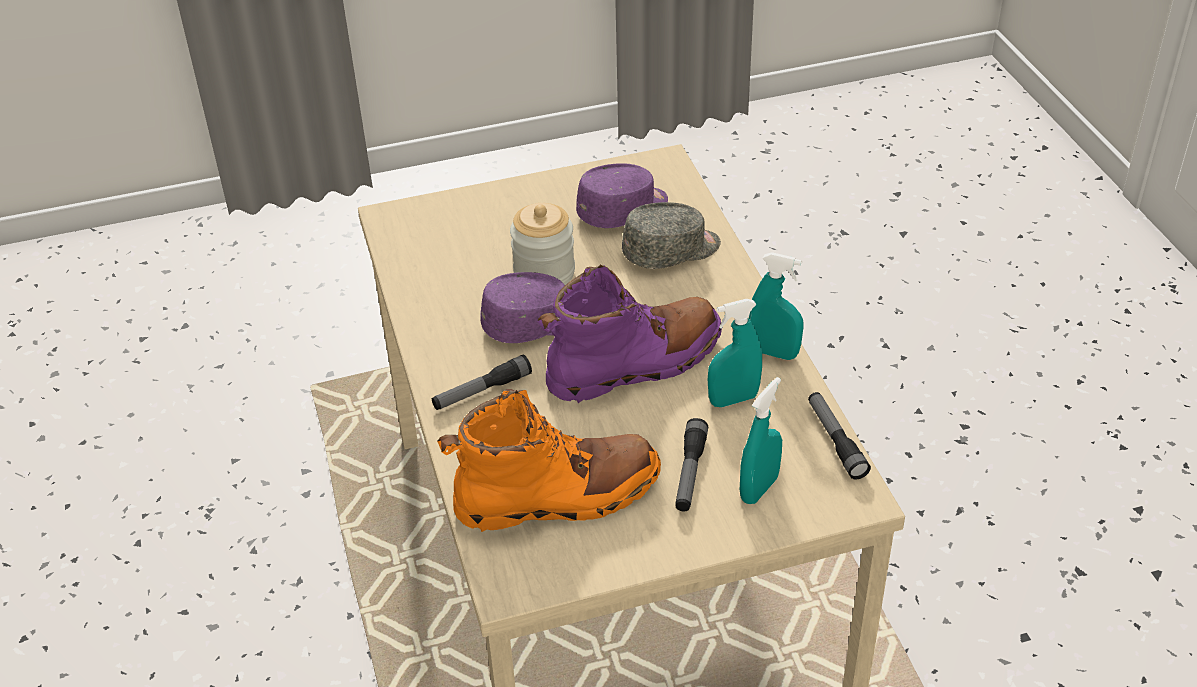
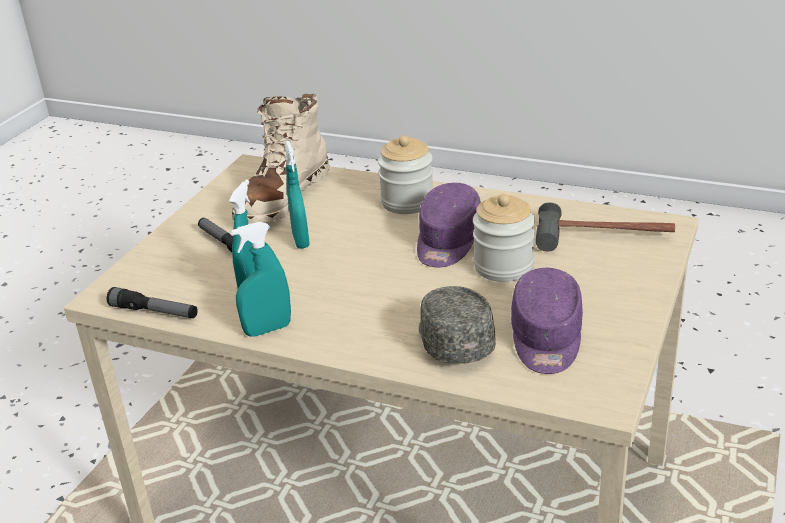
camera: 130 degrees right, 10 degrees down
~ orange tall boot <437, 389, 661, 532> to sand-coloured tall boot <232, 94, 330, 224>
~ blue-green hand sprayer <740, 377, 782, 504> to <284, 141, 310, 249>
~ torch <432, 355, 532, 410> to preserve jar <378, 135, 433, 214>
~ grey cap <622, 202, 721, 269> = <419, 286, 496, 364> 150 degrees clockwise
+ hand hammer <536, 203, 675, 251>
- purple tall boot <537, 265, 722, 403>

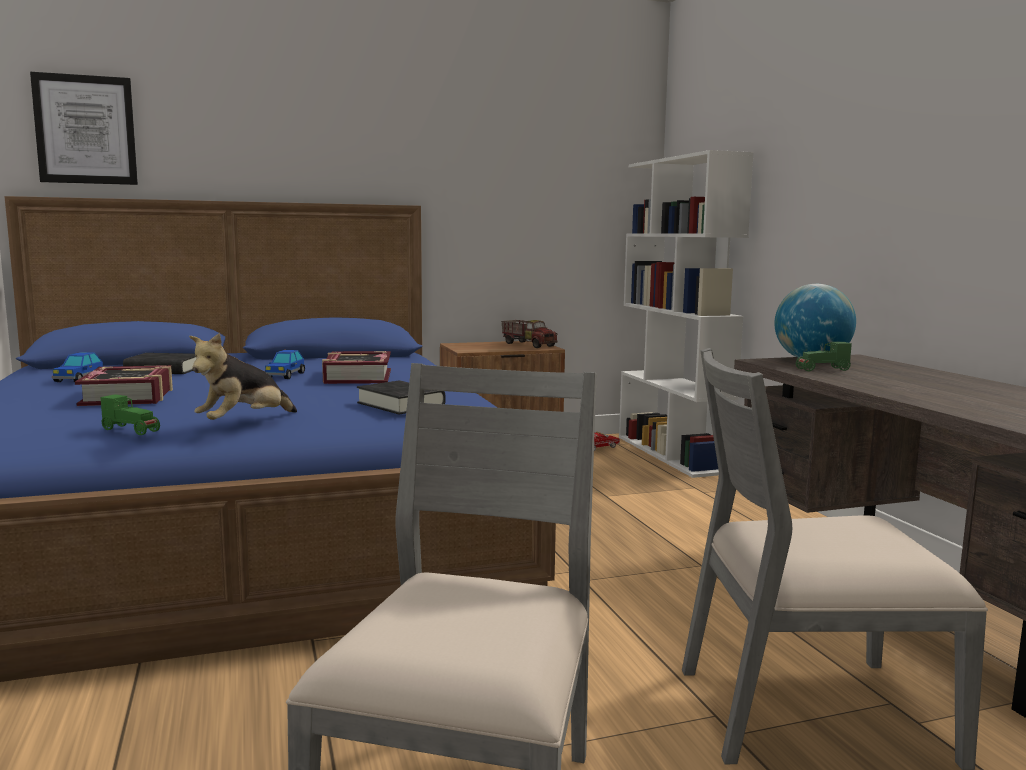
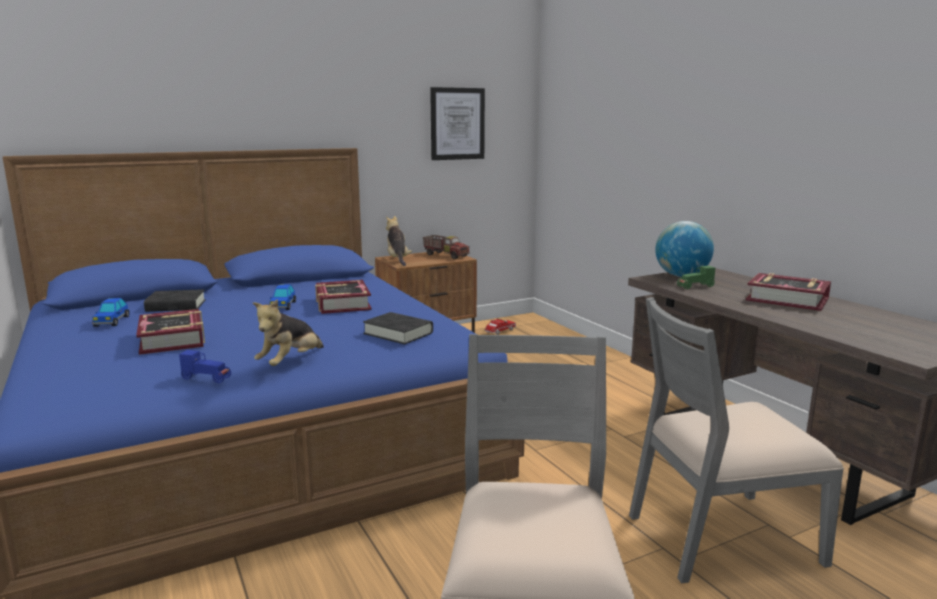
camera: 10 degrees left, 5 degrees up
~ green model car <100, 394, 160, 435> to blue model car <179, 350, 231, 383>
+ soft toy <386, 216, 412, 266>
~ wall art <30, 72, 138, 185> to <430, 87, 485, 160>
+ bound book <746, 273, 831, 311>
- white-coloured shelving unit <619, 150, 754, 478>

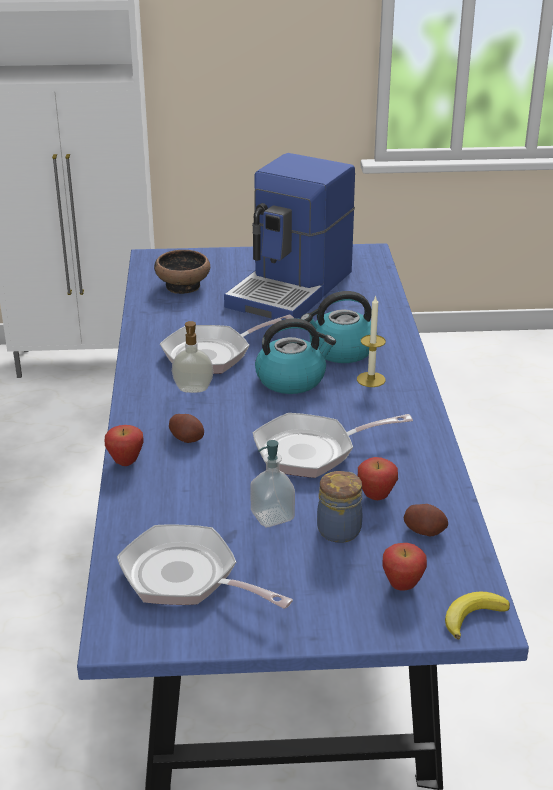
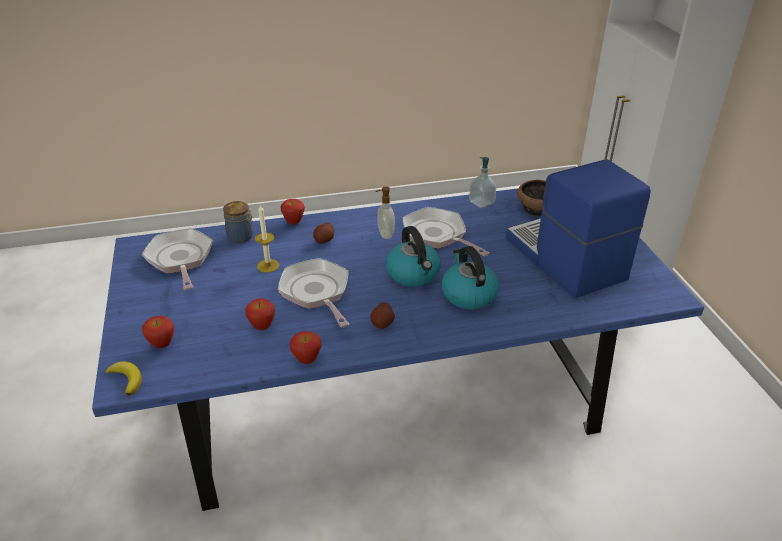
camera: 80 degrees right, 5 degrees up
~ skillet <117, 524, 293, 609> = <142, 228, 213, 290> 45 degrees counterclockwise
~ preserve jar <317, 471, 362, 543> to <223, 201, 255, 243>
~ candle <357, 295, 386, 387> to <255, 205, 279, 273>
+ apple <290, 331, 322, 364>
~ potato <404, 504, 448, 536> to <371, 302, 395, 329>
~ soap dispenser <250, 440, 295, 527> to <469, 157, 496, 208>
~ coffee brewer <224, 153, 355, 320> = <506, 159, 651, 299> 45 degrees clockwise

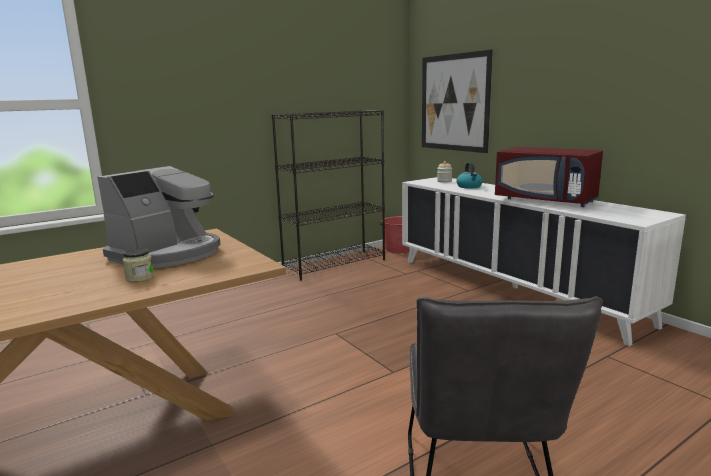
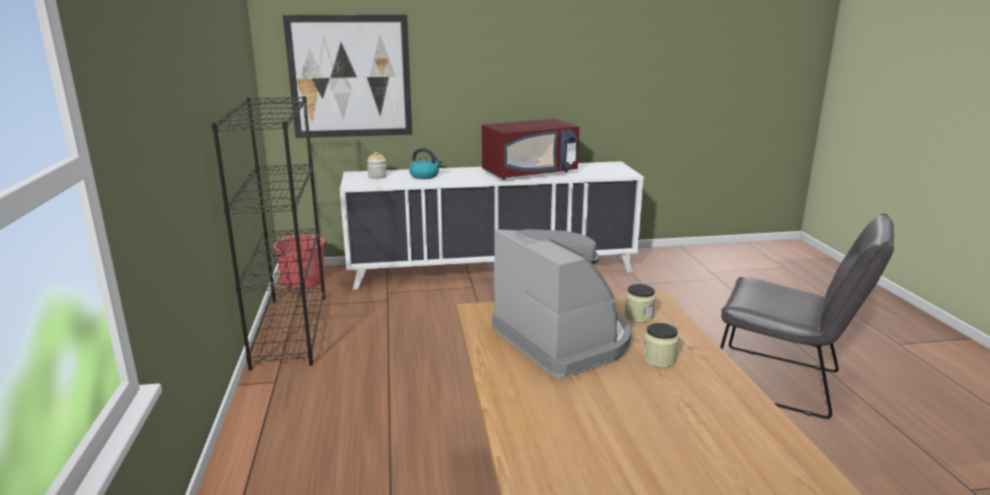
camera: 65 degrees left, 5 degrees up
+ preserve jar <625, 284, 655, 323>

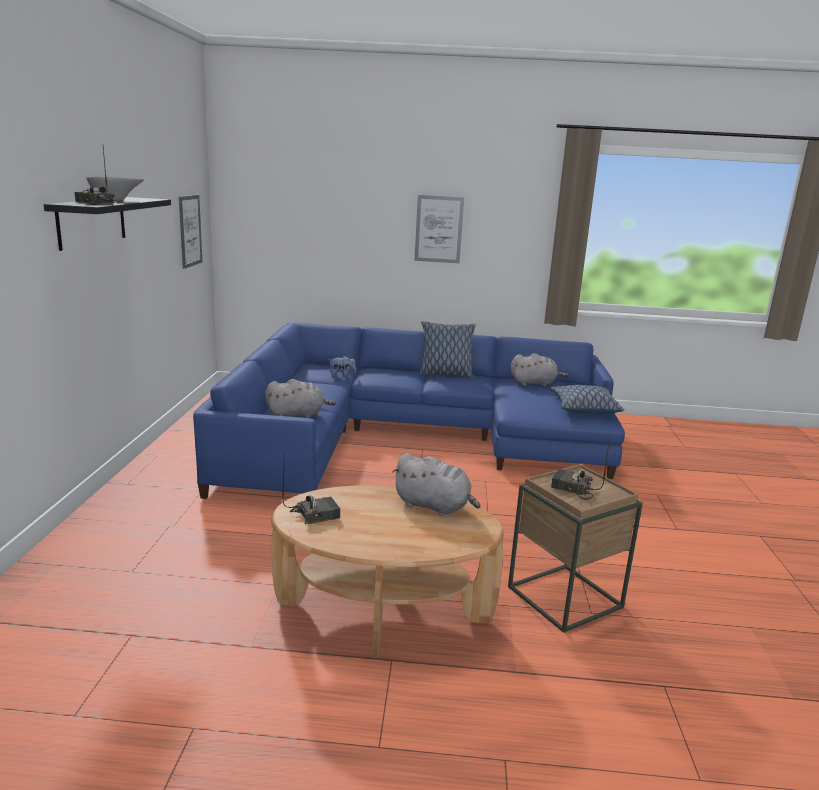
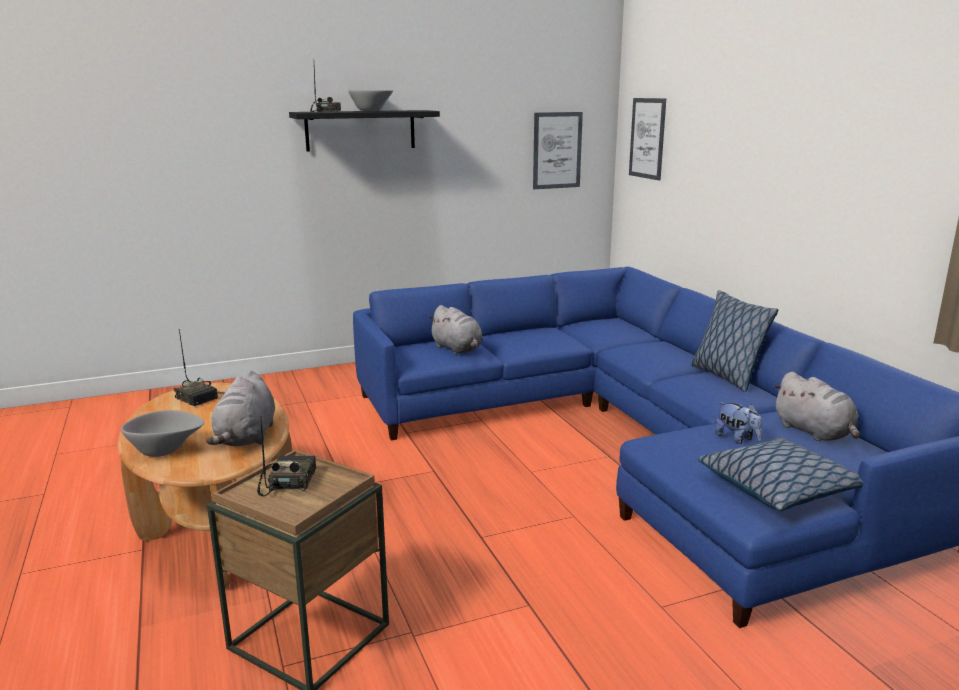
camera: 65 degrees right, 0 degrees up
+ grey deep dish <121, 410, 204, 457>
~ wall art <414, 195, 464, 263> to <629, 98, 666, 180>
~ soft toy <329, 355, 356, 378> to <715, 402, 762, 444>

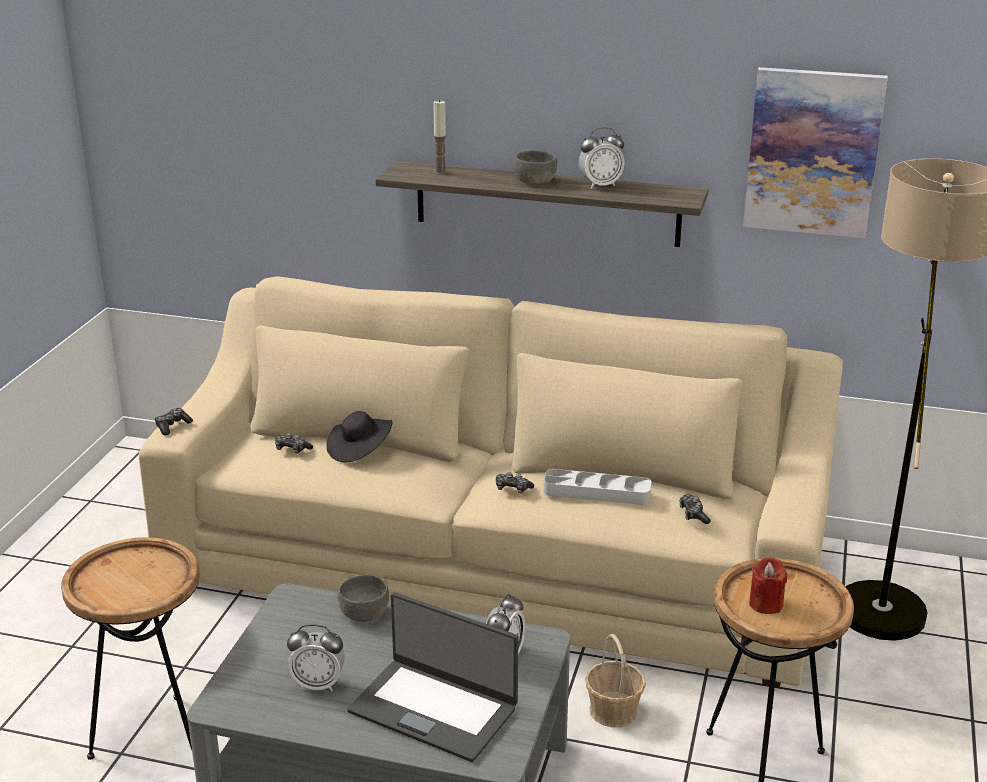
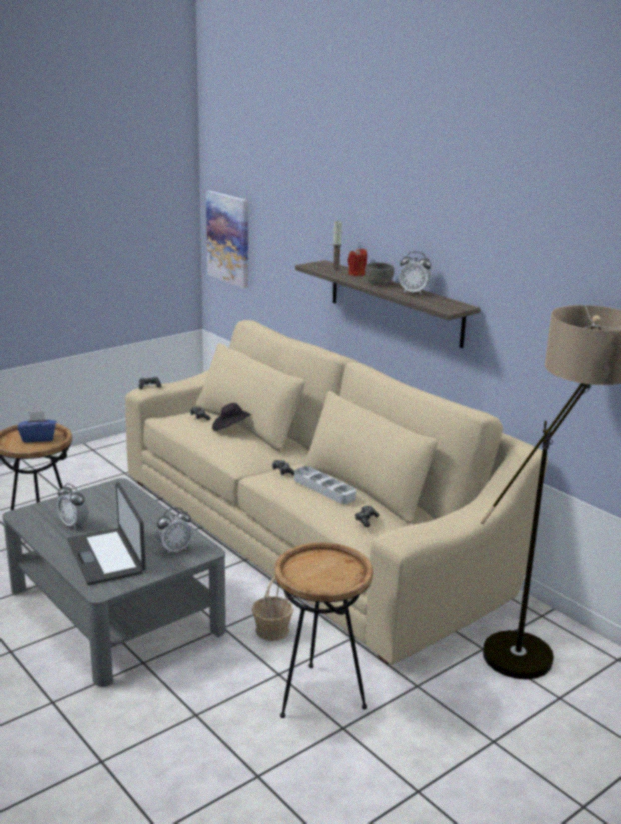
camera: 35 degrees right, 5 degrees down
+ blue box of tissues <17, 411, 56, 442>
~ wall art <743, 67, 888, 238> to <206, 191, 248, 288>
~ reddish candle <749, 557, 787, 614> to <348, 248, 367, 276>
- grey deep dish <338, 575, 389, 622>

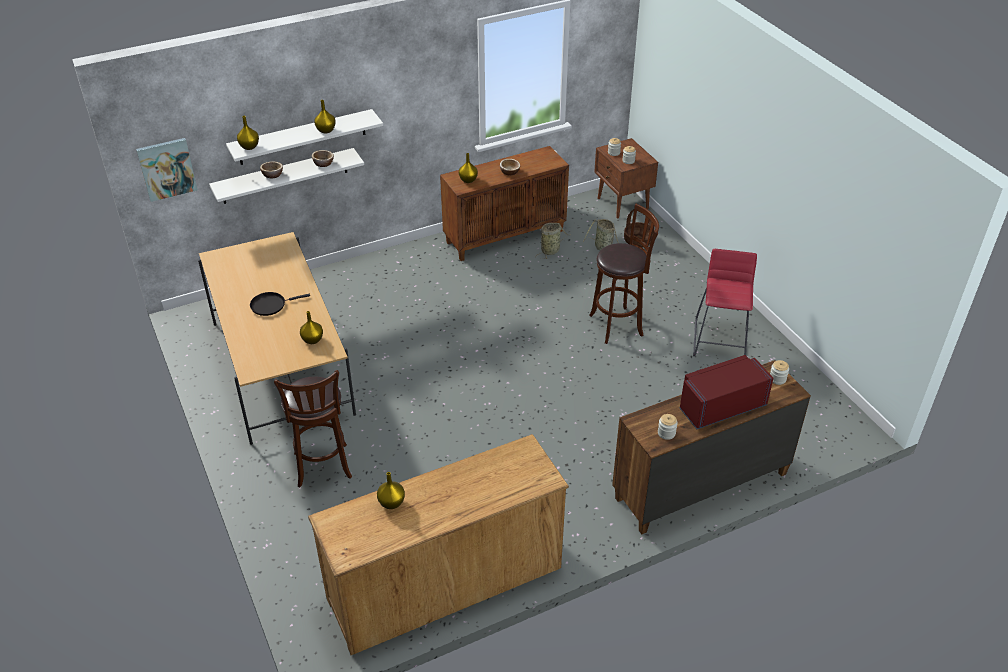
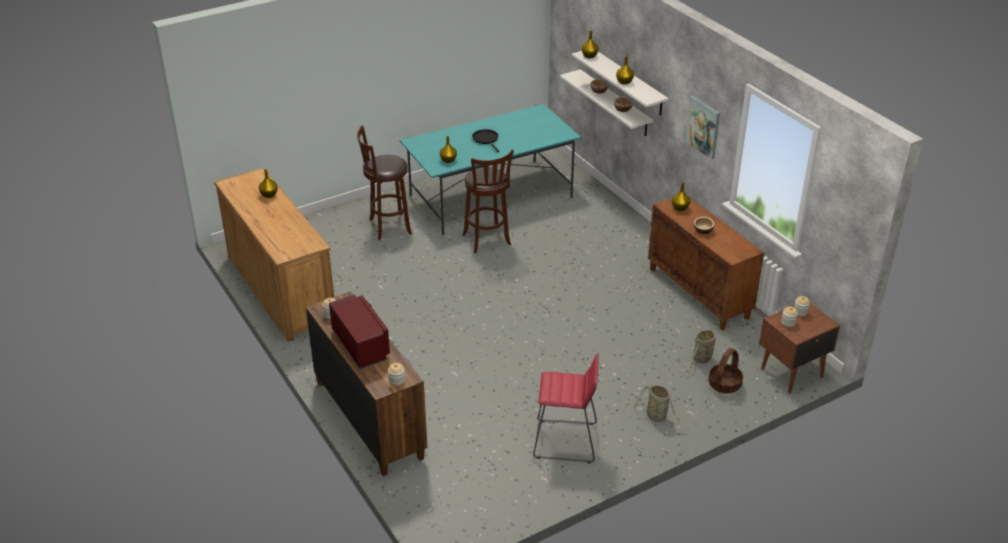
camera: 85 degrees right, 5 degrees down
~ sand-coloured kitchen table <198, 232, 356, 445> to blue-green kitchen table <400, 104, 581, 235>
~ brown stool <589, 204, 659, 344> to <462, 149, 514, 254>
~ household basket <536, 223, 571, 259> to <633, 385, 686, 427>
~ wall art <136, 138, 198, 202> to <685, 96, 720, 160>

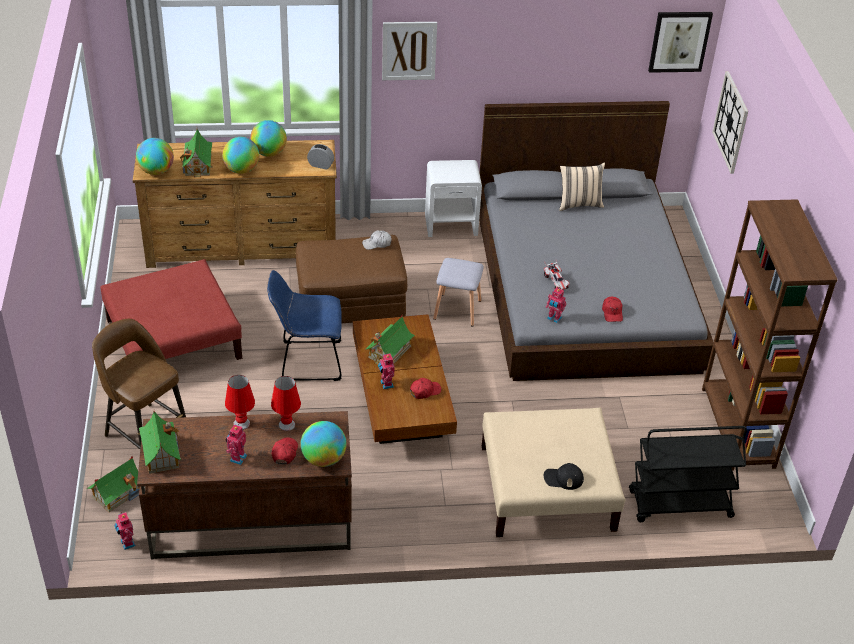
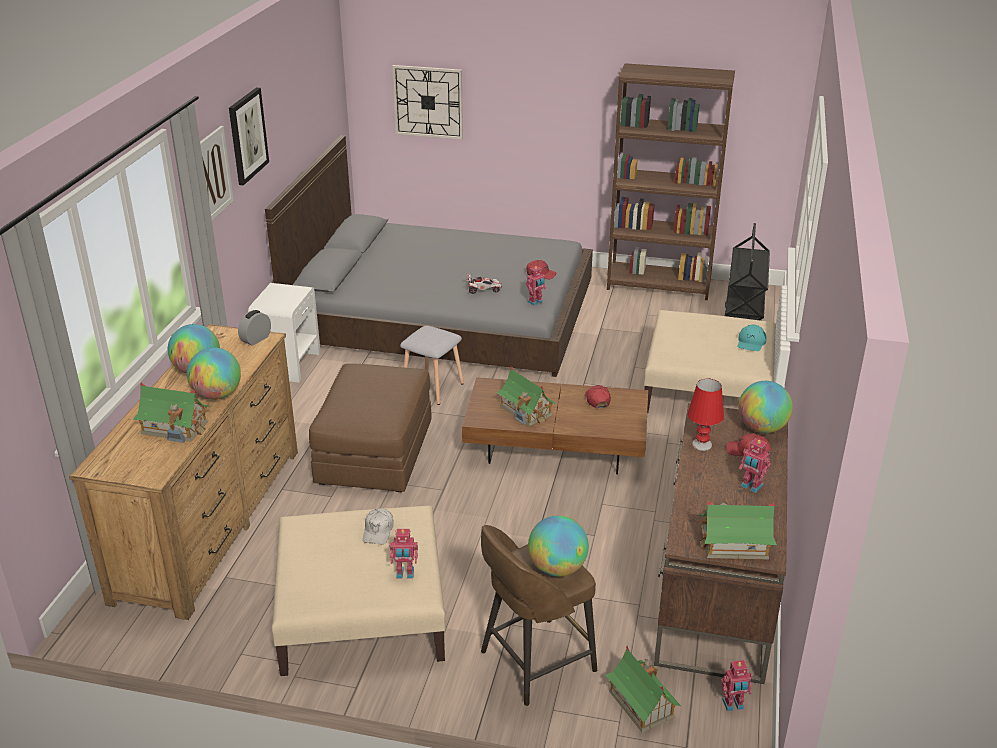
camera: 70 degrees left, 10 degrees down
~ wall art <648, 12, 713, 73> to <229, 88, 269, 186>
~ reddish ottoman <100, 259, 242, 360> to sand-coloured ottoman <272, 505, 446, 676>
~ white-coloured cap <362, 231, 392, 250> to <363, 508, 393, 544>
~ model robot <378, 352, 394, 389> to <389, 529, 418, 578>
~ desk globe <136, 138, 174, 175> to <528, 515, 589, 577>
~ black cap <544, 463, 584, 490> to blue-green cap <737, 325, 767, 351>
- reddish table lamp <225, 375, 255, 430>
- blue upright chair <267, 270, 342, 381>
- sand-coloured throw pillow <559, 162, 605, 211>

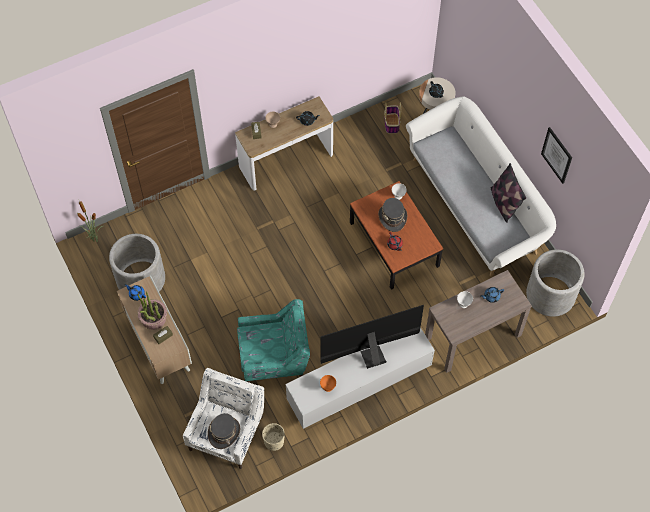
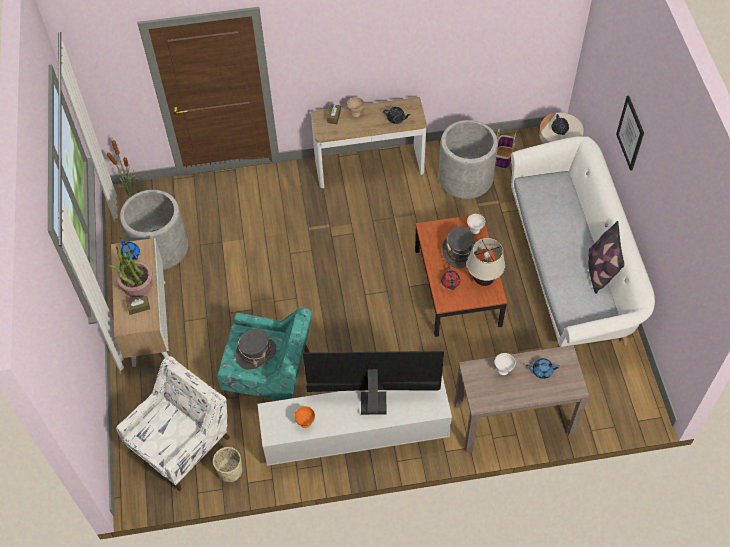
camera: 20 degrees right, 5 degrees down
~ grey hat <208, 413, 240, 449> to <236, 329, 276, 370>
~ grey flower pot <526, 249, 584, 317> to <439, 120, 498, 199>
+ sand-coloured table lamp <467, 238, 505, 286>
~ wall art <541, 127, 572, 184> to <616, 96, 644, 171>

